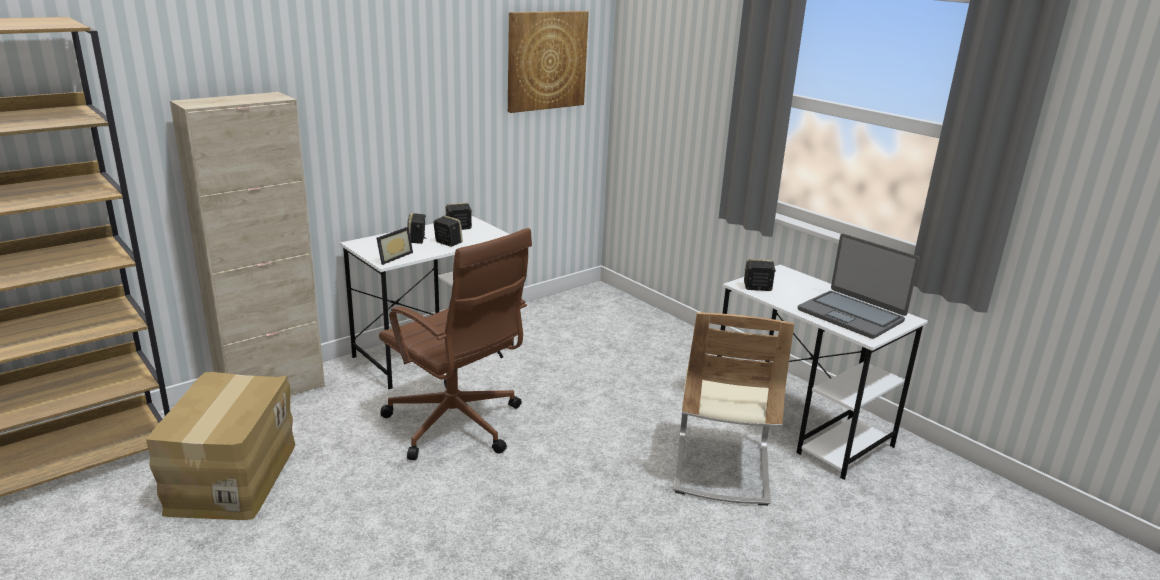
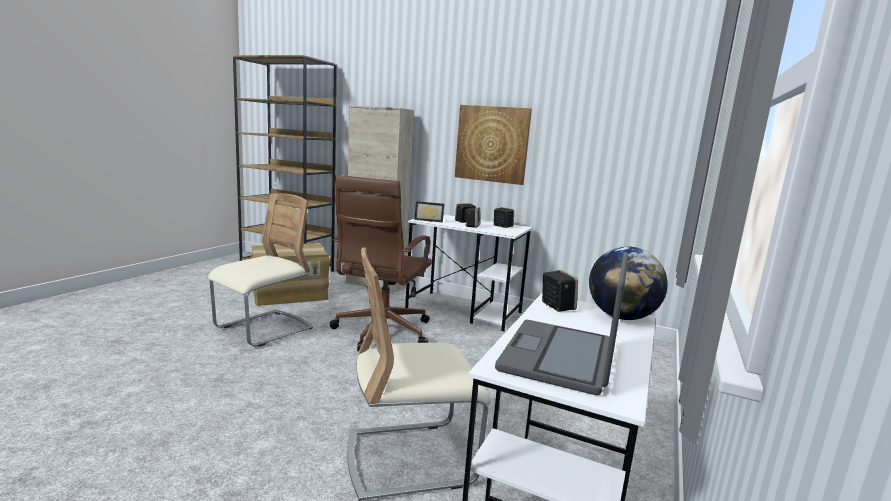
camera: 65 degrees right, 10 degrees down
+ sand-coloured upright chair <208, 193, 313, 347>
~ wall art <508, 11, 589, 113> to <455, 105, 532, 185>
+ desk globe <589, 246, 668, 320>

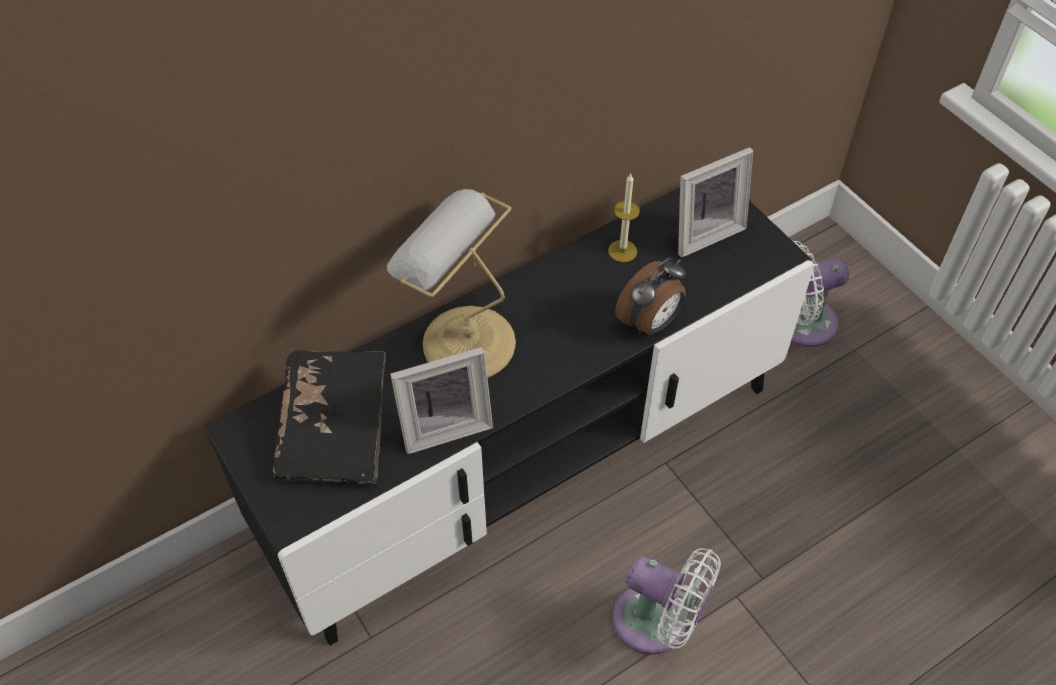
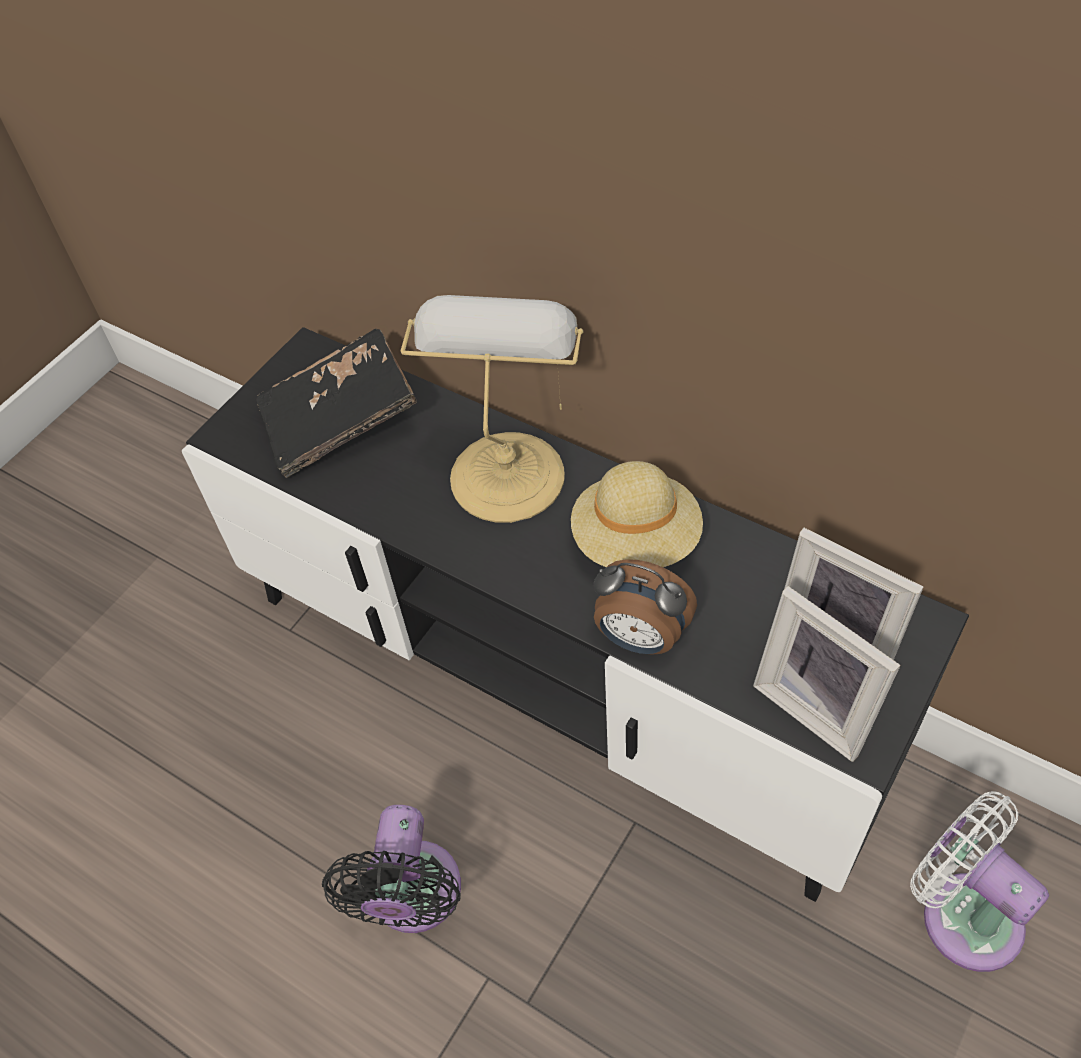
camera: 70 degrees right, 0 degrees up
~ white-coloured cooling fan <613, 548, 721, 655> to black cooling fan <322, 805, 461, 933>
+ sand-coloured hat <571, 461, 703, 567>
~ photo frame <390, 347, 493, 454> to <753, 586, 901, 762>
- candle <608, 174, 640, 262>

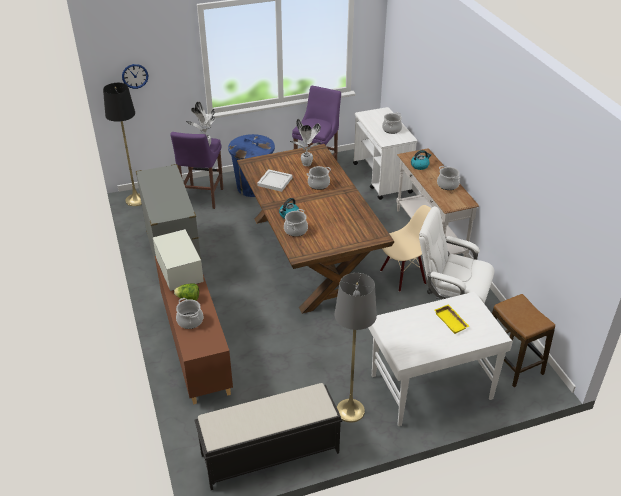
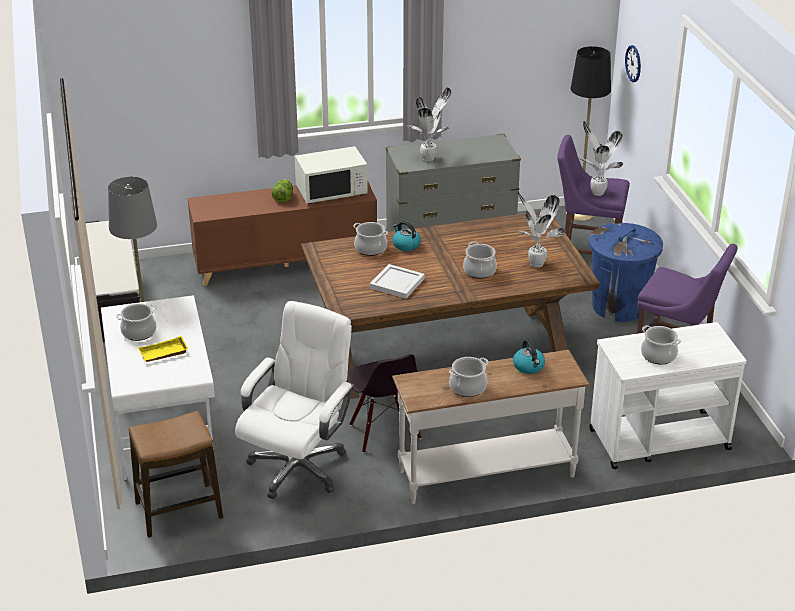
camera: 95 degrees right, 5 degrees down
~ cooking pot <176, 298, 203, 329> to <116, 303, 157, 341>
~ sand-coloured upright chair <380, 205, 431, 292> to black upright chair <347, 354, 422, 453>
~ white-coloured carrying tray <257, 169, 293, 192> to <370, 264, 425, 299>
+ houseplant <406, 87, 452, 161>

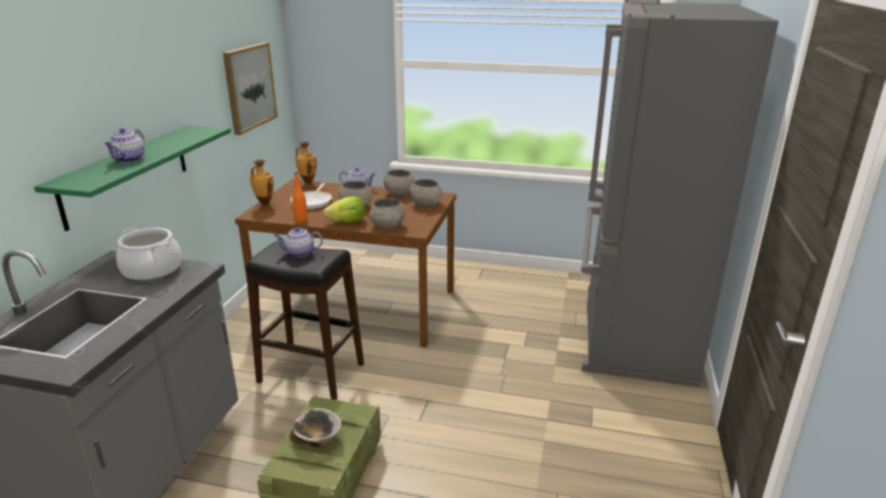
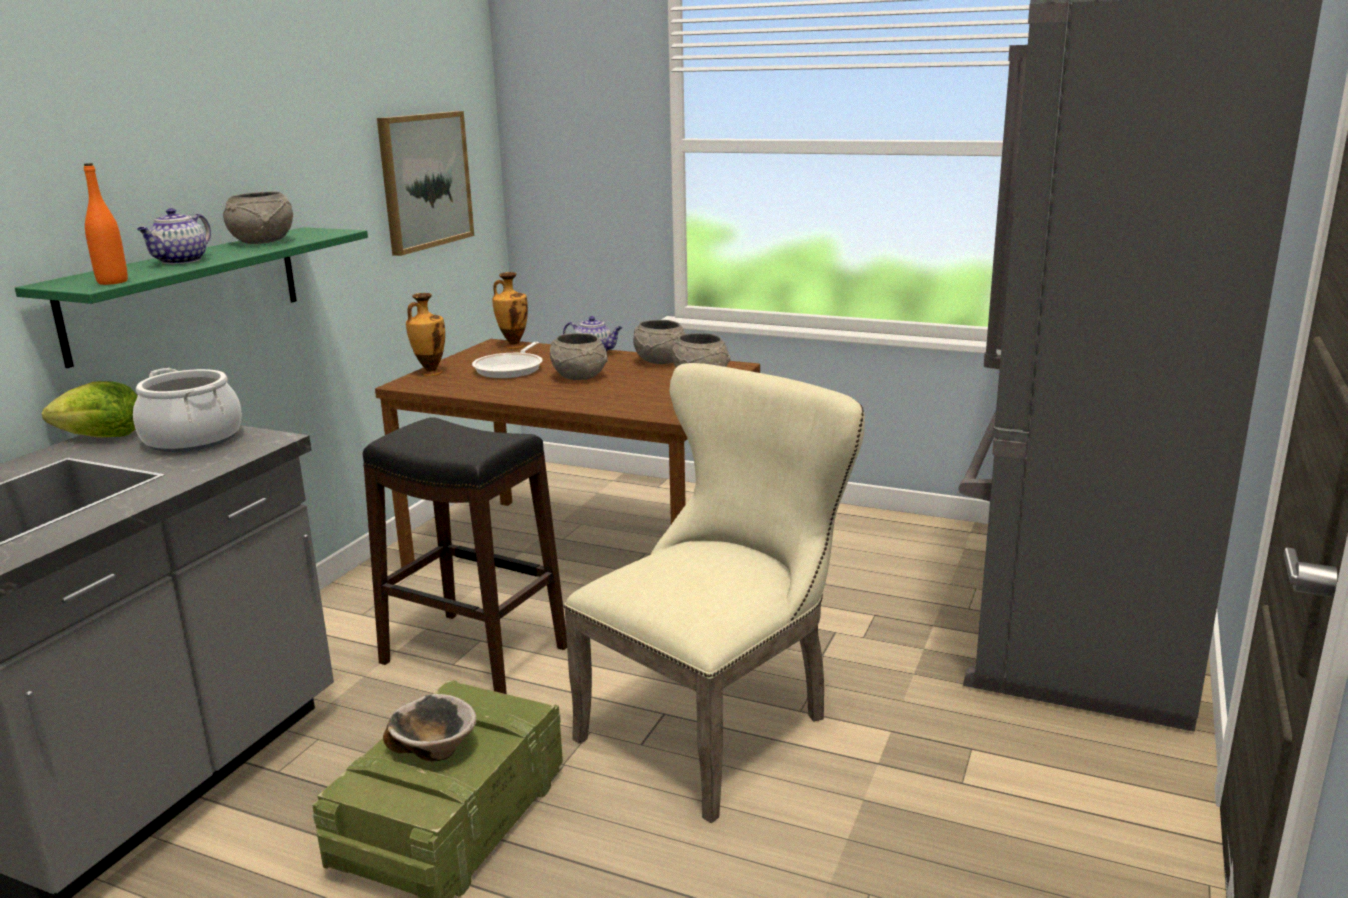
camera: 10 degrees right, 5 degrees down
~ lettuce <323, 196, 365, 222> to <42, 381, 138, 438>
~ orange bottle <292, 172, 307, 222> to <84, 163, 128, 285>
~ grey deep dish <369, 198, 405, 229> to <223, 191, 293, 244>
+ sand-coloured upright chair <563, 363, 865, 823>
- tea pot <274, 227, 323, 257>

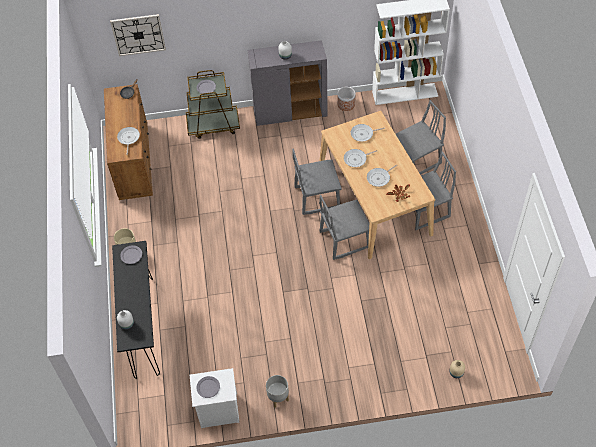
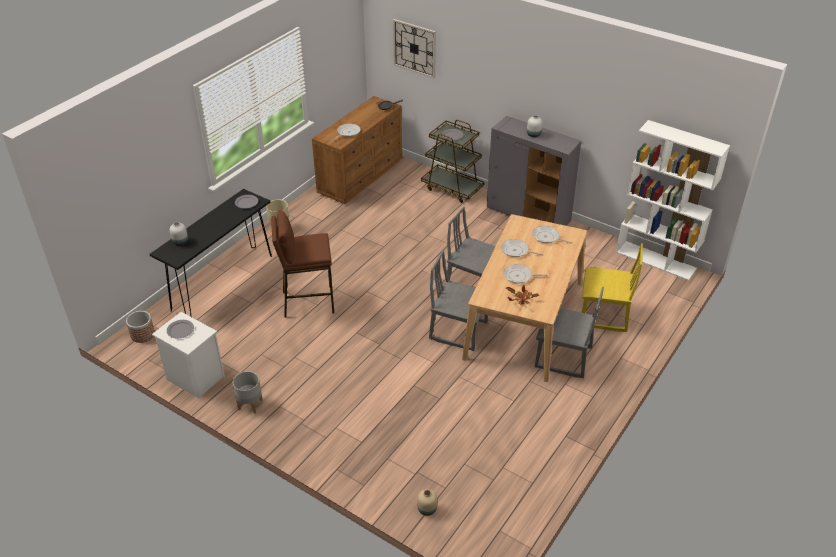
camera: 40 degrees right, 15 degrees down
~ flower pot <337, 87, 356, 111> to <126, 311, 155, 343>
+ brown stool <271, 210, 334, 318>
~ grey upright chair <396, 100, 446, 175> to yellow-coloured upright chair <582, 243, 643, 332>

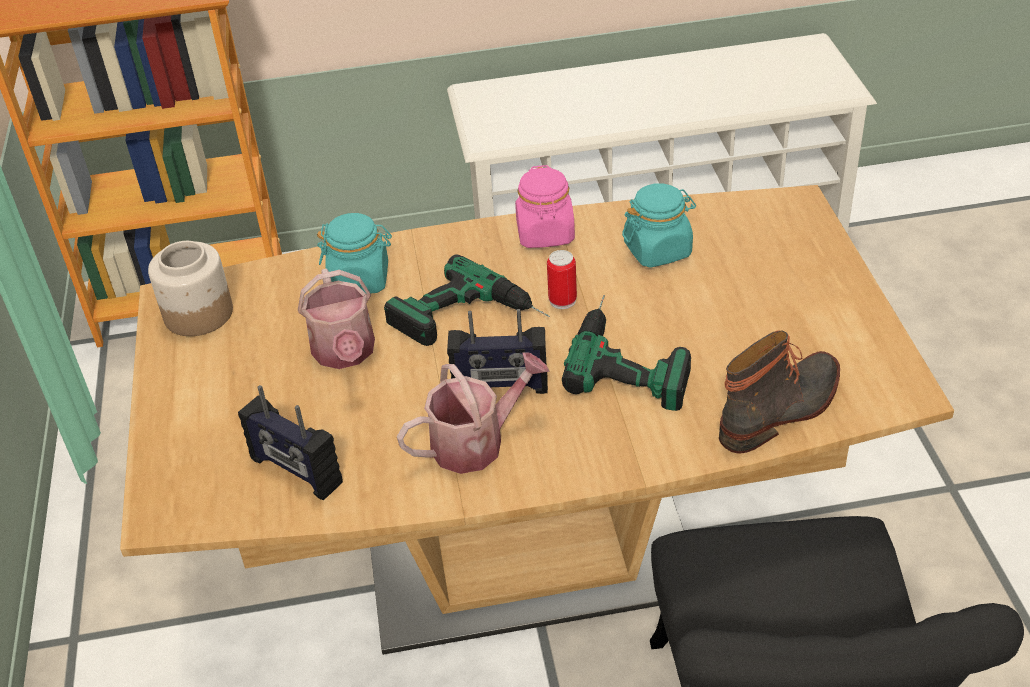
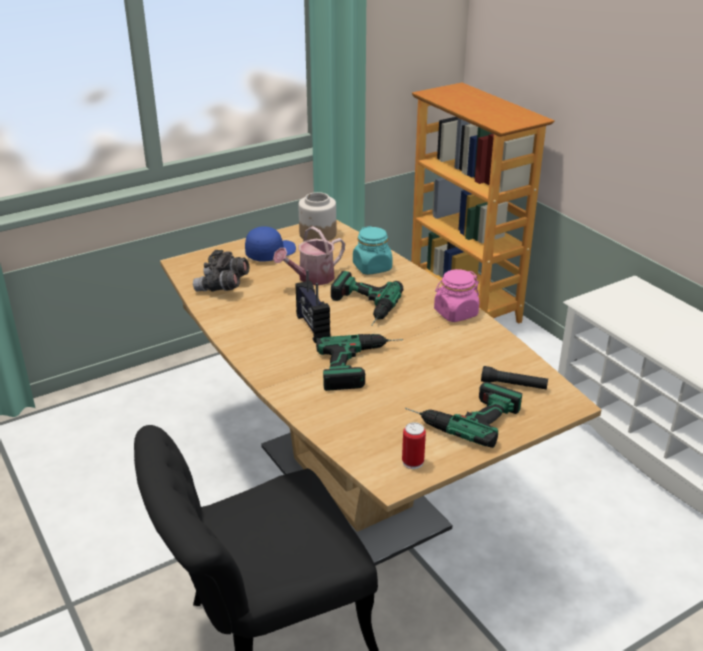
camera: 65 degrees right, 10 degrees down
~ radio <238, 385, 343, 501> to grey binoculars <193, 250, 250, 292>
+ blue cap <245, 226, 296, 262>
~ metal can <547, 250, 577, 309> to <402, 422, 426, 469>
+ electric drill <405, 382, 522, 448>
+ black torch <481, 366, 548, 390>
- sprinkling can <397, 352, 550, 474>
- blue-green preserve jar <622, 184, 696, 268>
- tall boot <719, 330, 840, 454>

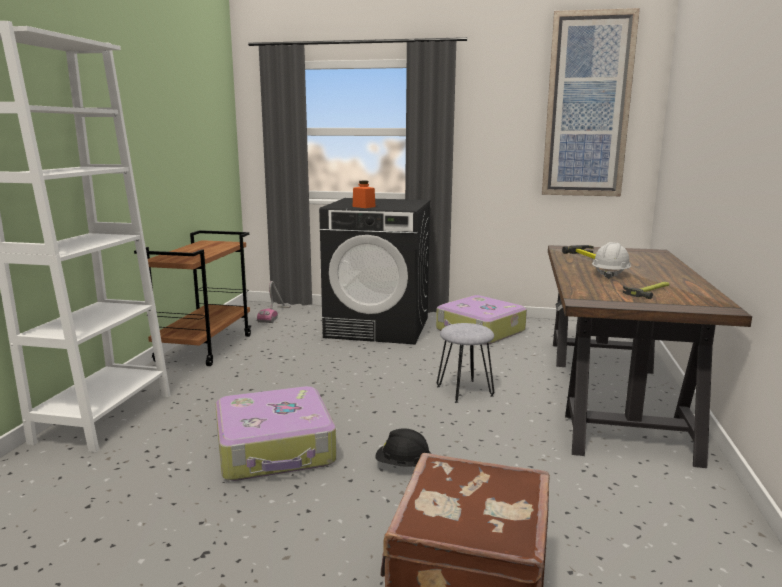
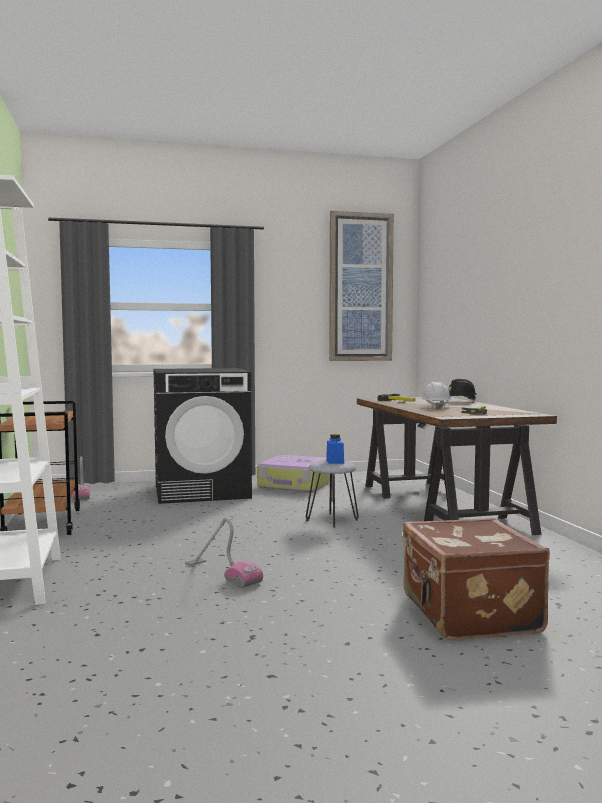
camera: 25 degrees left, 10 degrees down
~ piece of luggage <215, 386, 336, 481> to hoover <185, 518, 263, 588>
+ blue preserve jar <326, 434, 344, 464>
~ black safety helmet <375, 428, 431, 467> to <448, 379, 477, 402>
- orange preserve jar <353, 181, 376, 208>

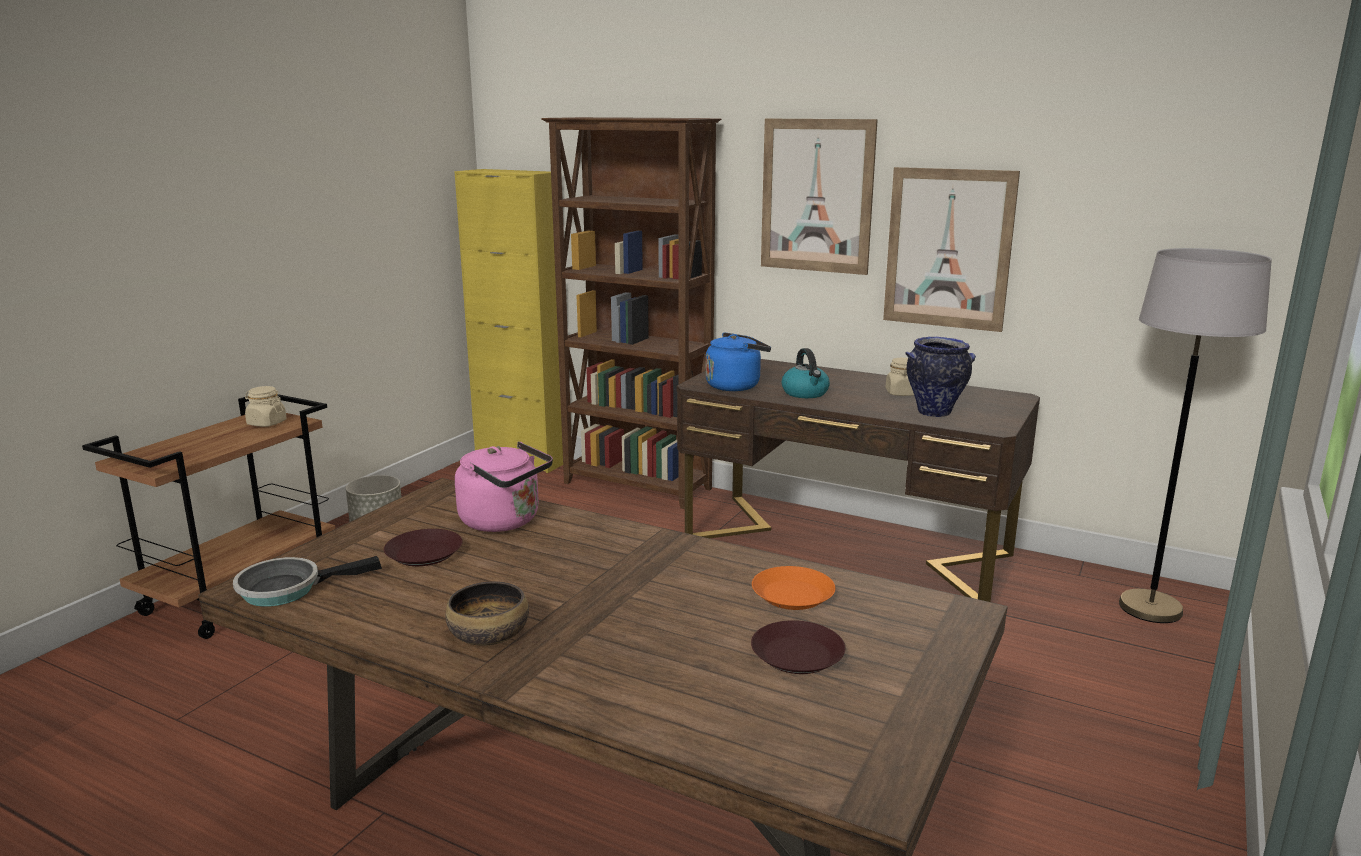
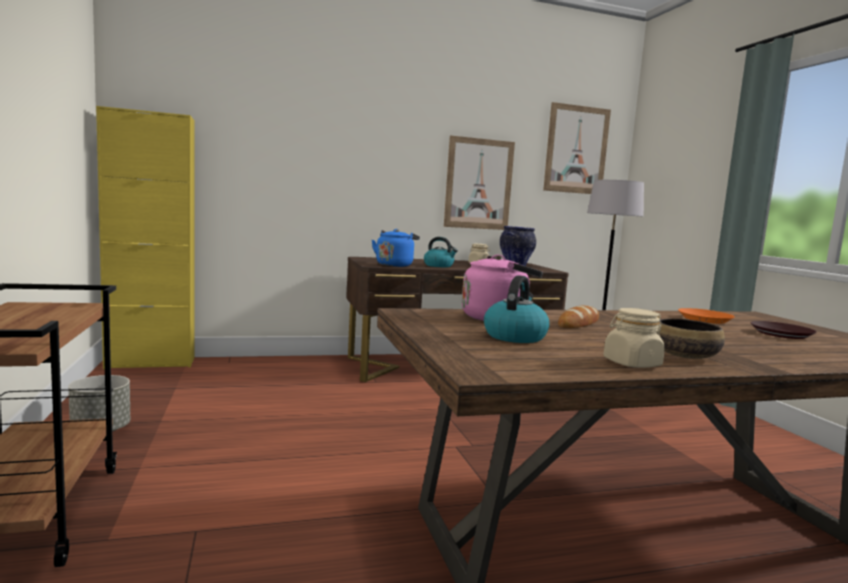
camera: 45 degrees left, 10 degrees down
~ brown plate <384, 529, 462, 566> to tea kettle <484, 275, 550, 343>
~ wall art <761, 119, 878, 275> to <543, 102, 611, 194>
+ baked bread <558, 305, 599, 328>
~ sand-coloured preserve jar <245, 386, 287, 427> to <604, 308, 665, 368>
- skillet <233, 556, 382, 607>
- brown shelving unit <541, 117, 721, 509>

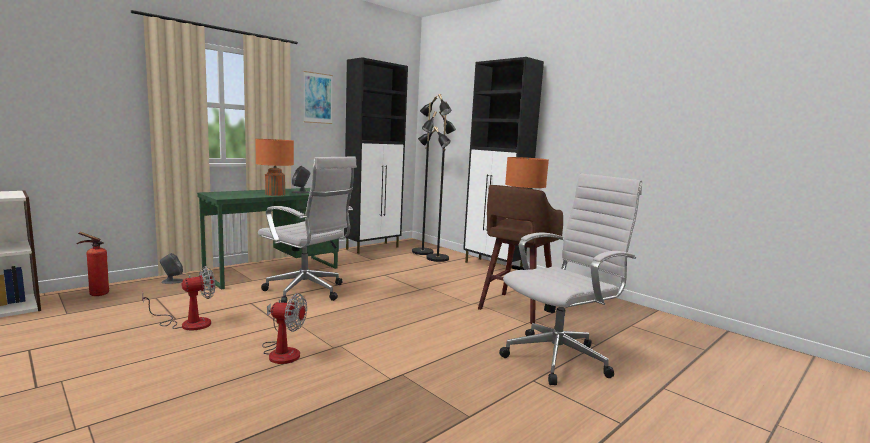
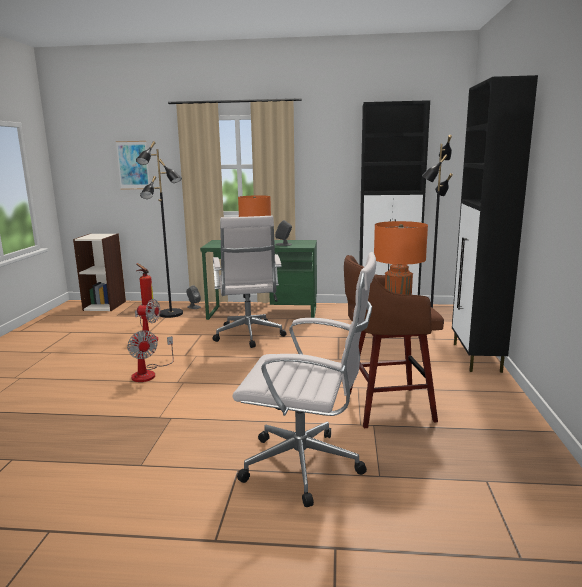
camera: 50 degrees right, 5 degrees up
~ wall art <303, 71, 333, 124> to <116, 141, 150, 189>
~ black floor lamp <426, 94, 456, 262> to <136, 141, 183, 318>

